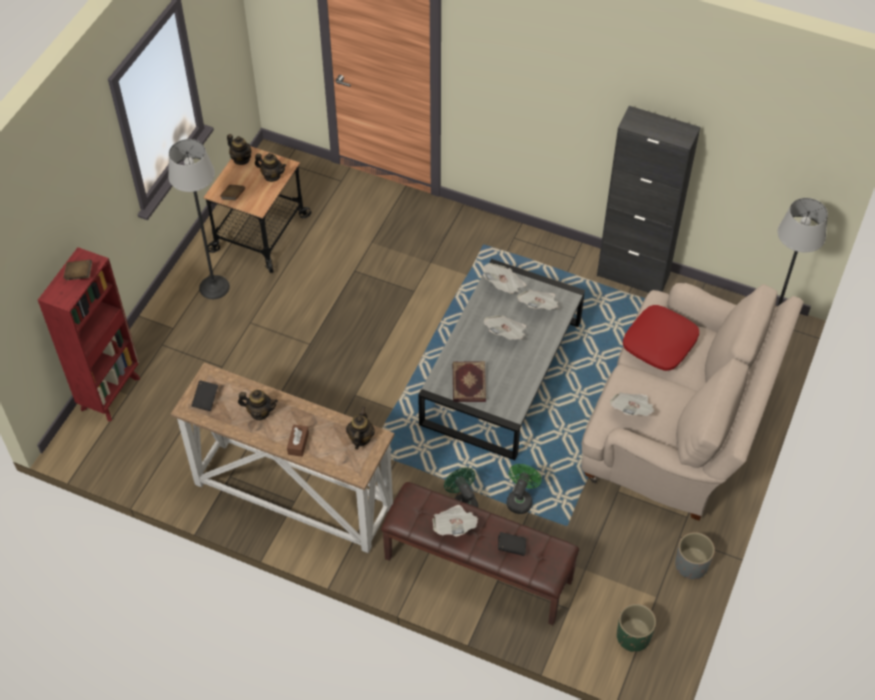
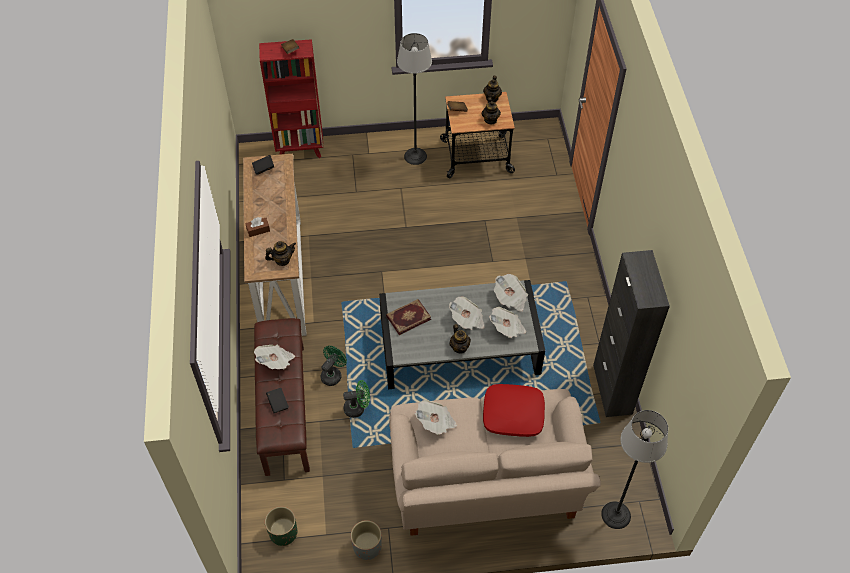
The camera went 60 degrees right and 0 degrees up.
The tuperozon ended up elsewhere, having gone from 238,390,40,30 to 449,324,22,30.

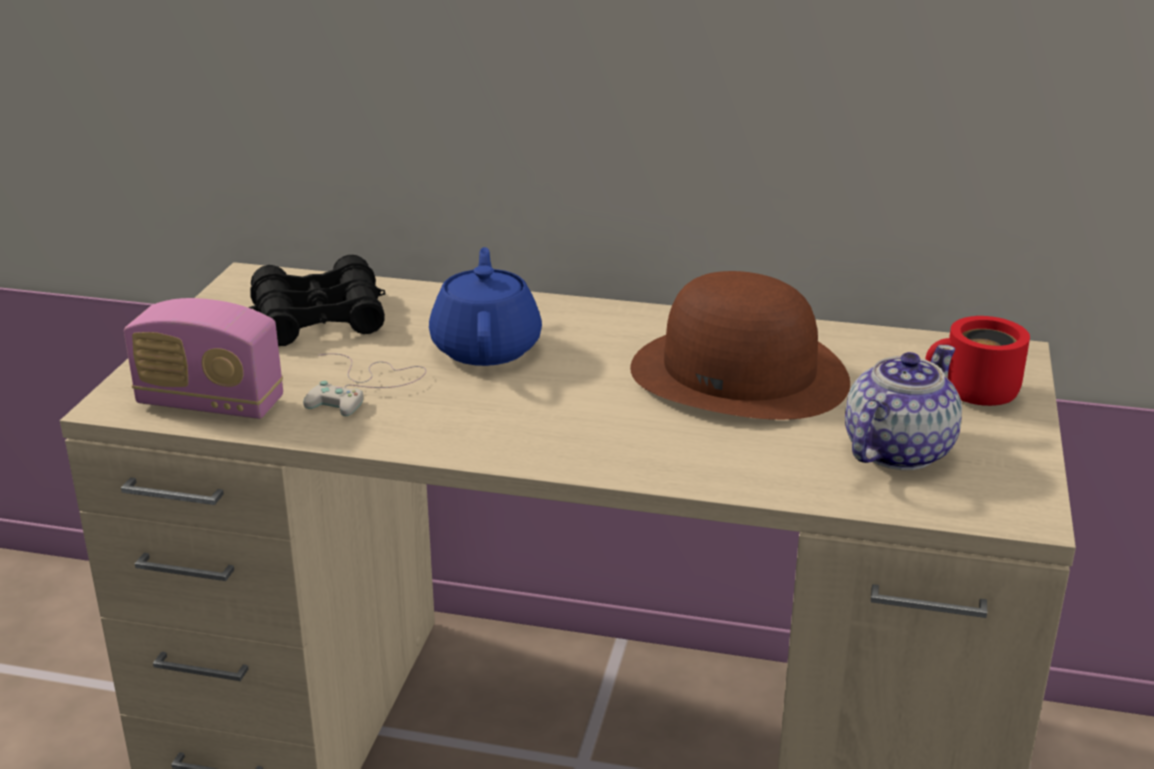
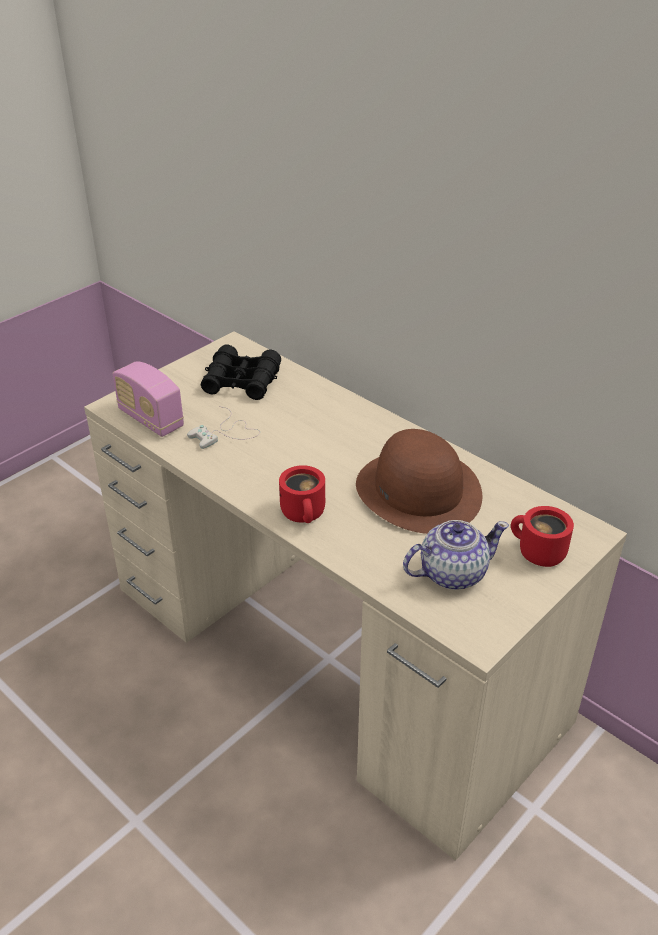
The camera went 30 degrees right and 10 degrees up.
The second view lost the tuperozon (blue) at 429,247,113,119.
The second view gained the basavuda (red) at 279,465,46,58.

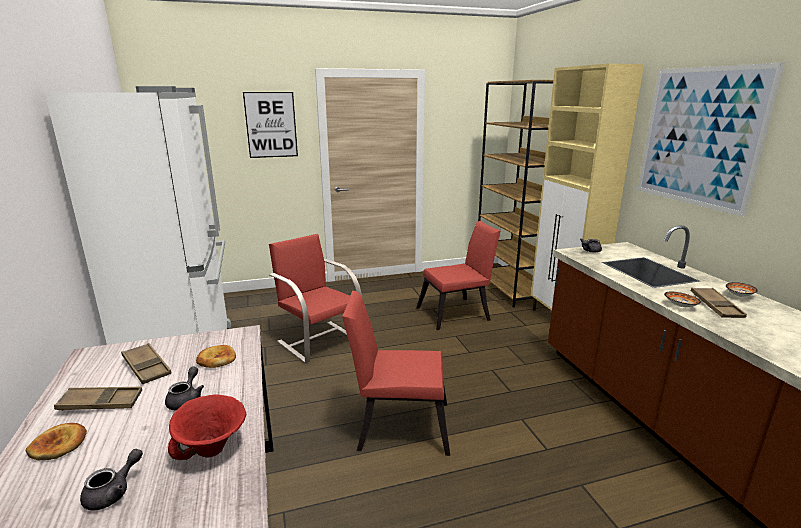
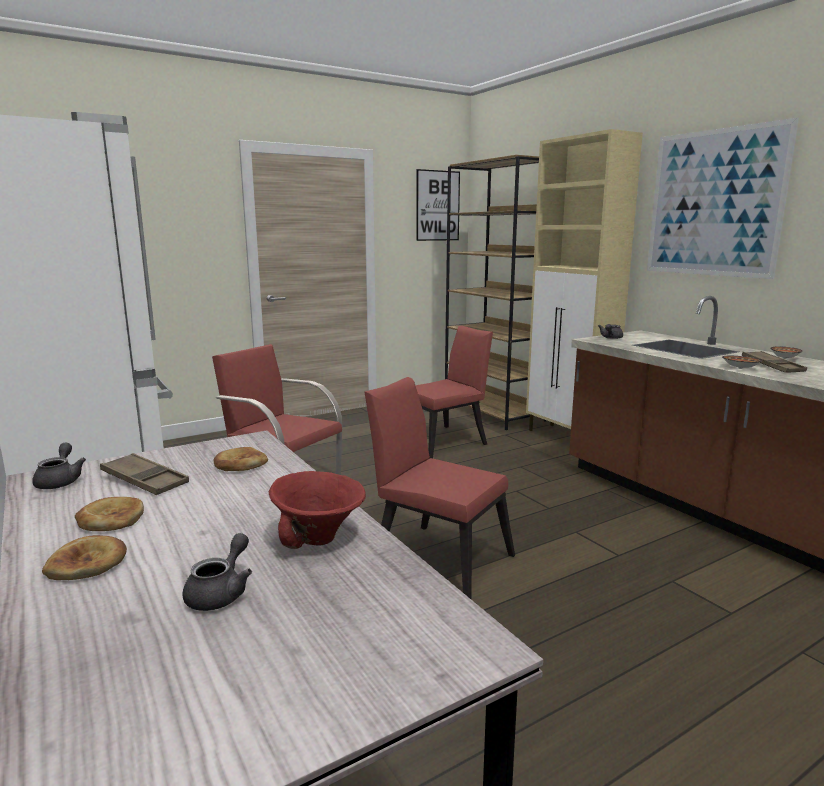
The camera went 15 degrees left and 5 degrees down.
The tuperozon (grey) ended up elsewhere, having gone from 165,367,39,43 to 32,443,54,46.
The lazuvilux ended up elsewhere, having gone from 243,92,55,66 to 416,169,44,72.
Where the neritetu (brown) stood at 54,387,88,24, the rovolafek came to stand at 75,497,69,34.
The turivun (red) at 342,291,108,165 ended up facing another way, 45 degrees clockwise from before.

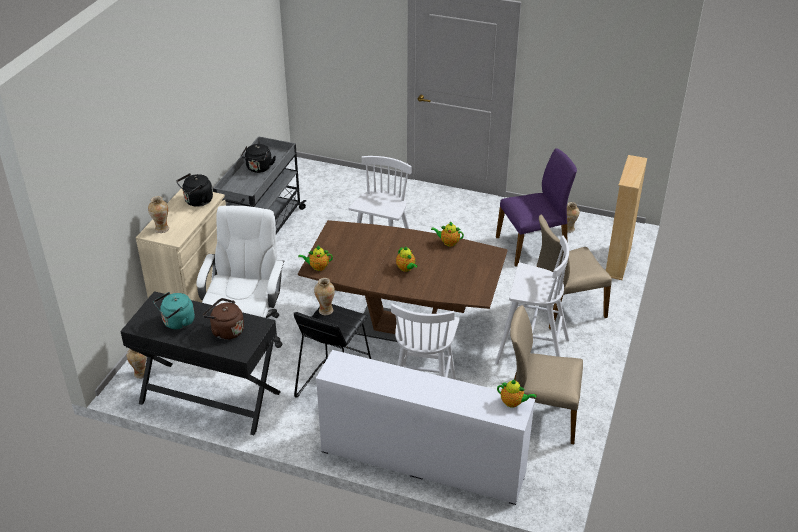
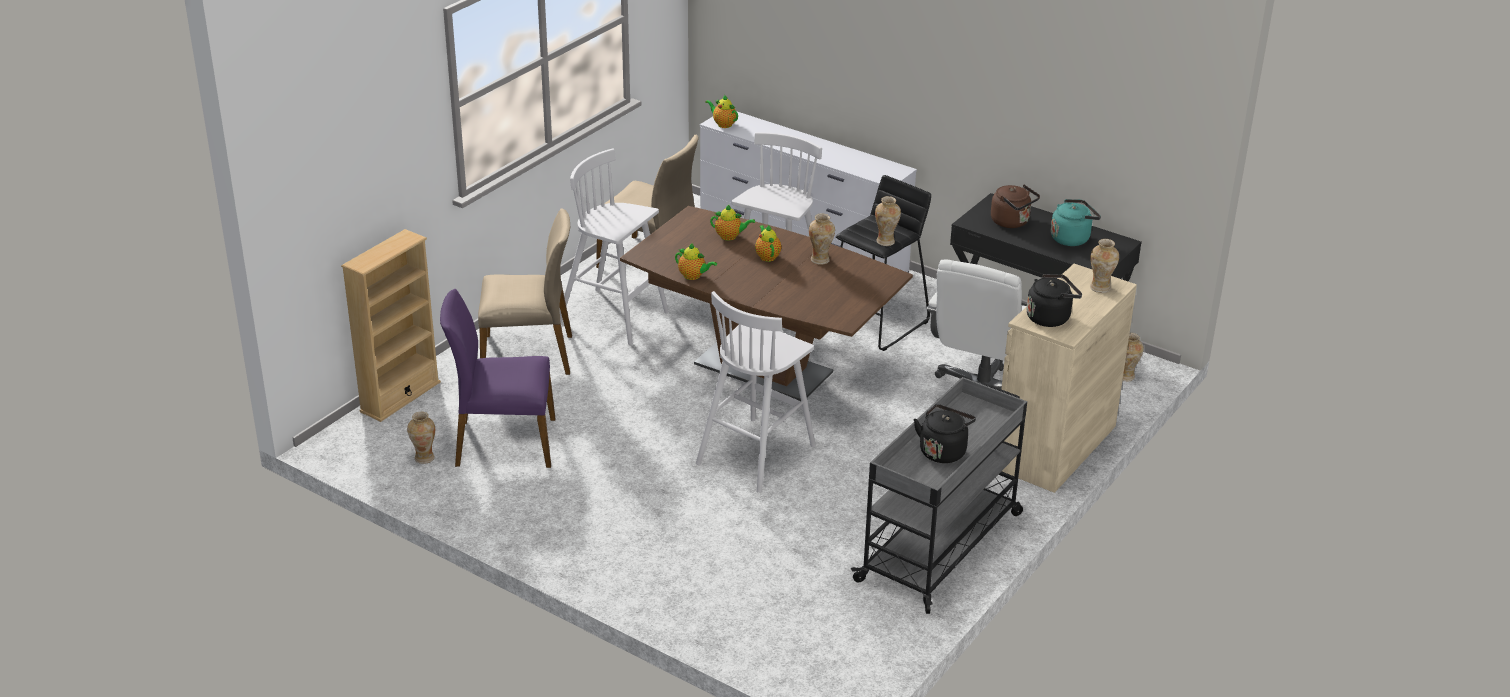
The camera went 165 degrees left and 5 degrees down.
The second view gained the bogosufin at 809,213,26,52.
The tuperozon ended up elsewhere, having gone from 298,245,35,26 to 710,205,45,36.

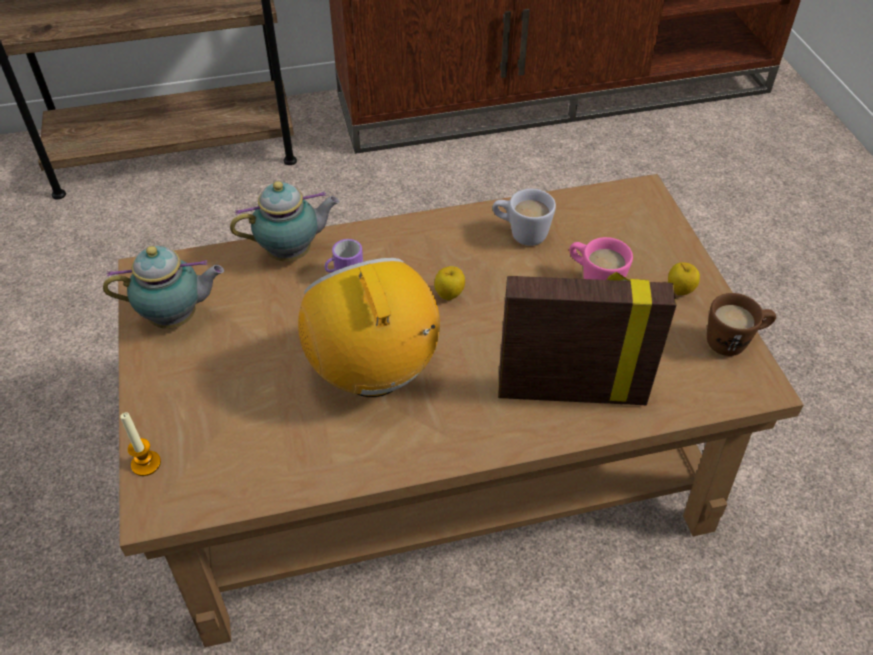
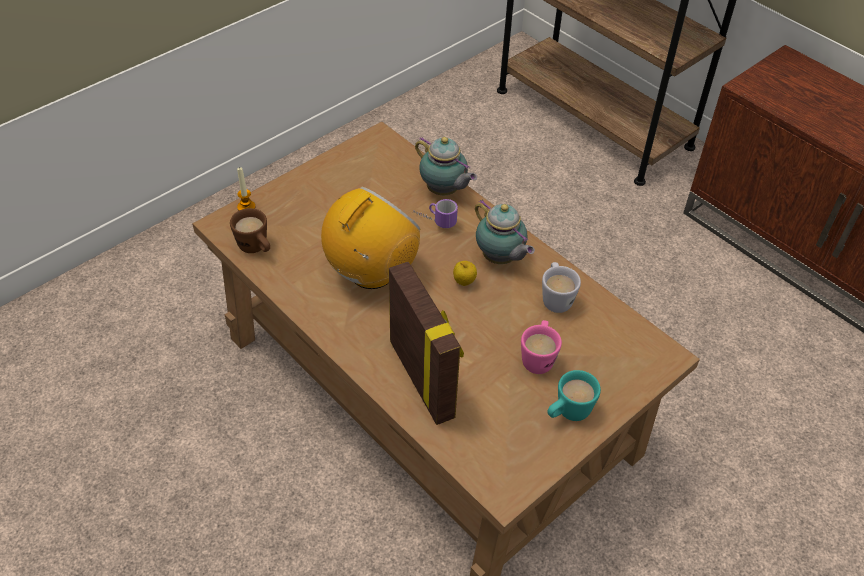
The camera went 60 degrees right and 0 degrees up.
The tuperozon ended up elsewhere, having gone from 103,246,121,83 to 475,199,60,65.
The basavuda (brown) ended up elsewhere, having gone from 707,293,69,63 to 230,208,40,45.
Where the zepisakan stood at 668,262,32,33, the basavuda (turquoise) came to stand at 547,370,54,51.

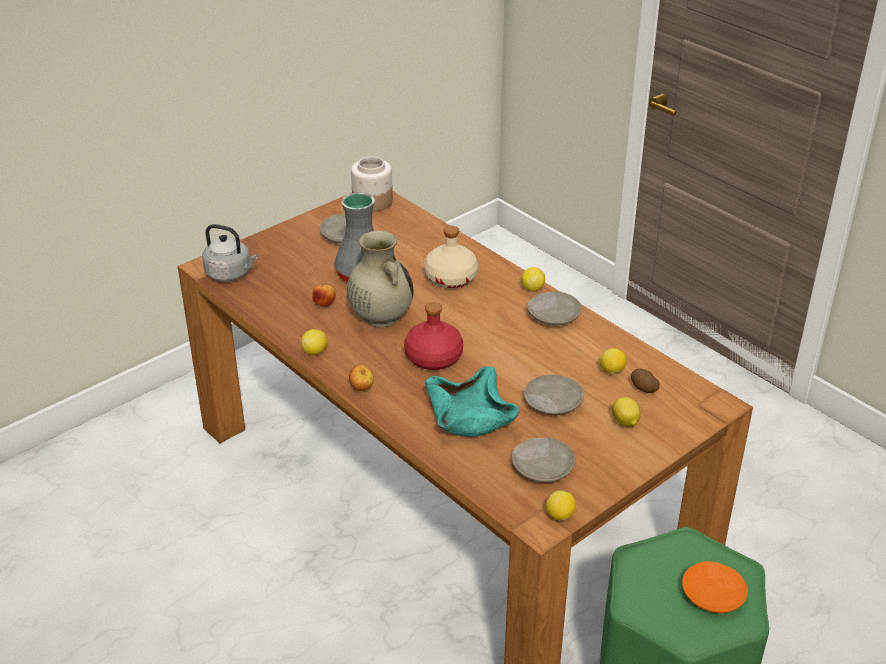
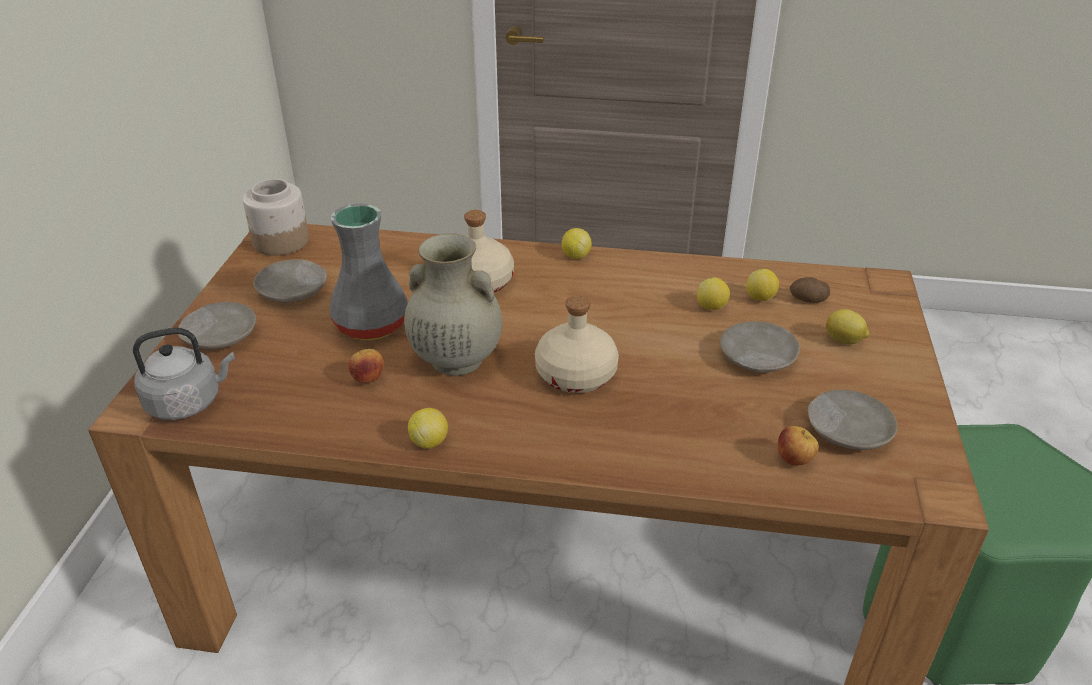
The camera went 40 degrees left and 0 degrees up.
The second view lost the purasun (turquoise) at 425,366,94,71.
The second view lost the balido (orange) at 682,561,66,52.
The zepisakan ended up elsewhere, having gone from 349,364,25,27 to 778,426,41,39.
The balido (beige) ended up elsewhere, having gone from 527,291,54,34 to 178,302,78,47.
The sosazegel ended up elsewhere, having gone from 546,491,30,30 to 697,277,33,33.
What was the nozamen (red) at 404,302,59,68 turned into the nozamen (beige) at 535,295,84,98.

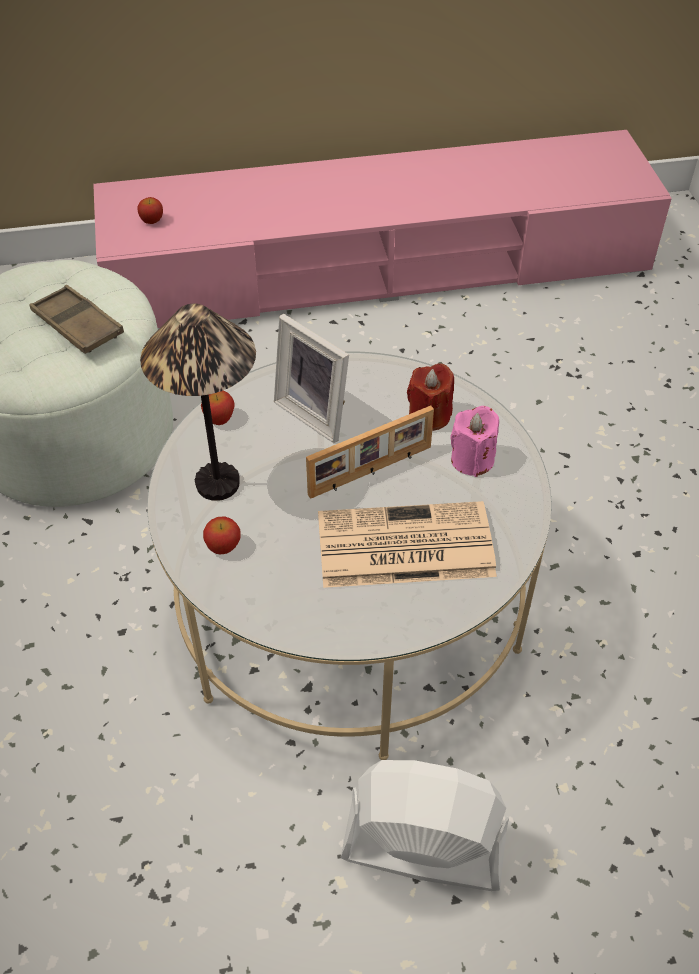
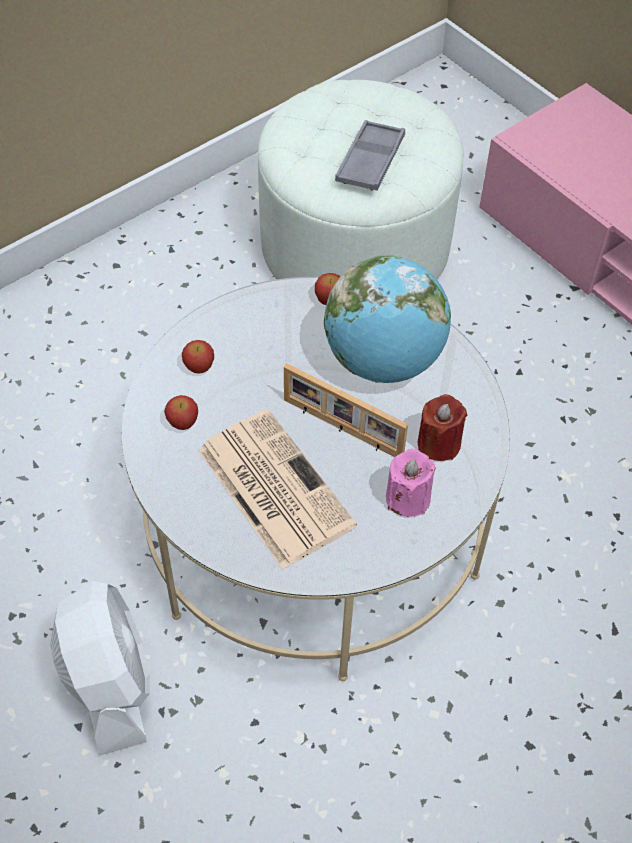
The camera went 60 degrees right and 5 degrees up.
The second view lost the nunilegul at 140,304,116,197.
The zepisakan ended up elsewhere, having gone from 137,197,26,27 to 164,395,34,35.
Where the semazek stood at 274,314,75,129, the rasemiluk came to stand at 324,256,127,127.
What was the neritetu (brown) at 29,285,95,69 turned into the neritetu (grey) at 335,120,70,71.

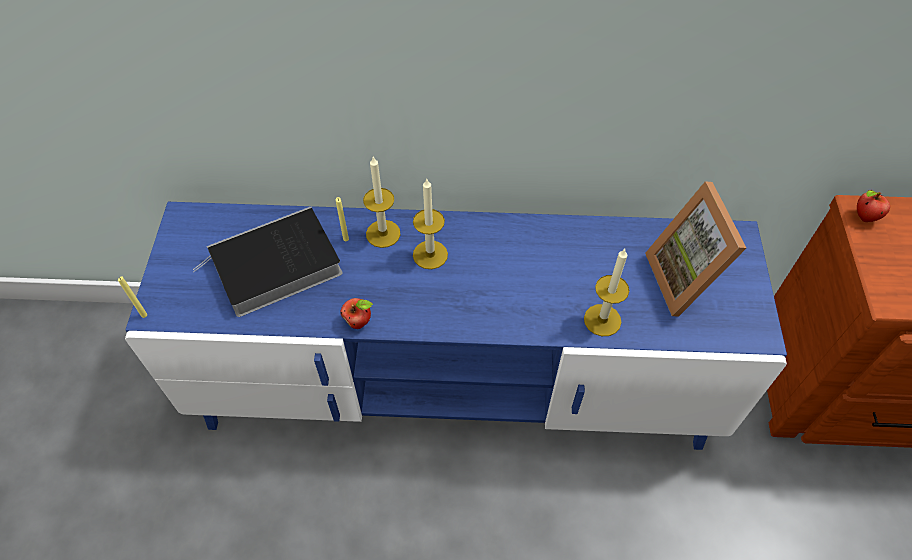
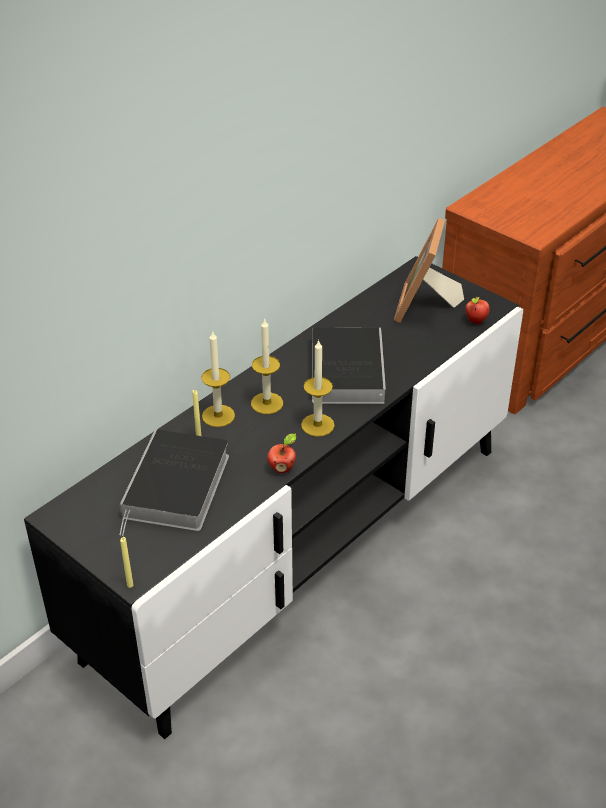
The camera went 50 degrees left and 15 degrees down.
The second view gained the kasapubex at 312,328,74,76.
The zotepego ended up elsewhere, having gone from 584,249,45,87 to 301,339,34,98.
The zepisakan ended up elsewhere, having gone from 857,190,33,32 to 466,297,24,27.
What was the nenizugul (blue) at 125,202,662,248 turned into the nenizugul (black) at 24,256,499,483.
The semazek at 645,181,101,135 ended up facing another way, 75 degrees clockwise from before.

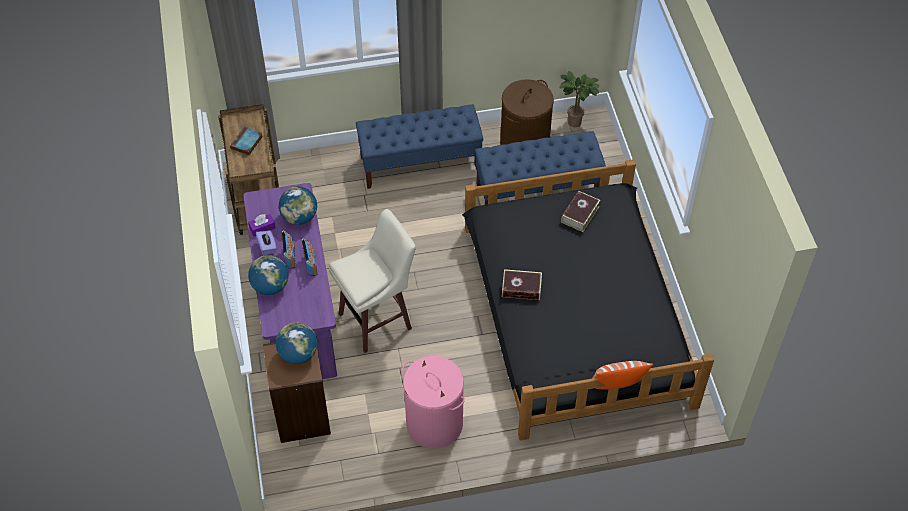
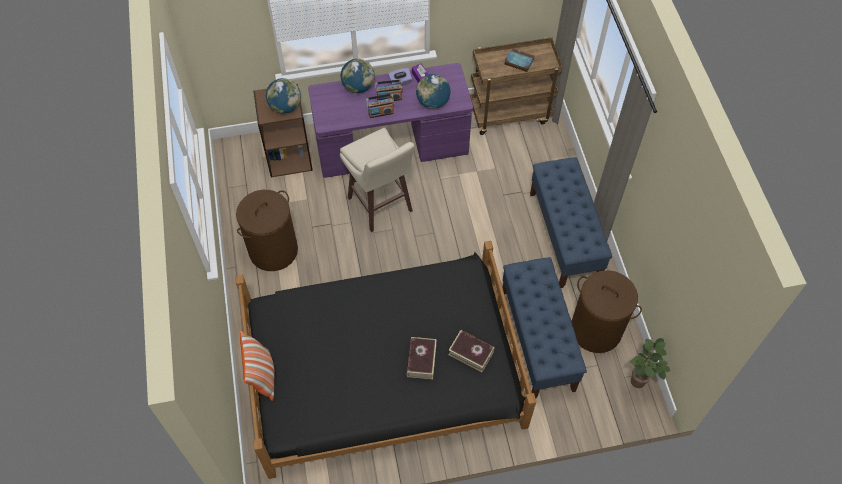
The camera went 90 degrees right and 5 degrees up.
The kasapubex ended up elsewhere, having gone from 502,269,40,31 to 407,337,30,42.
What was the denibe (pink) at 402,356,63,92 turned into the denibe (brown) at 236,190,62,81.

